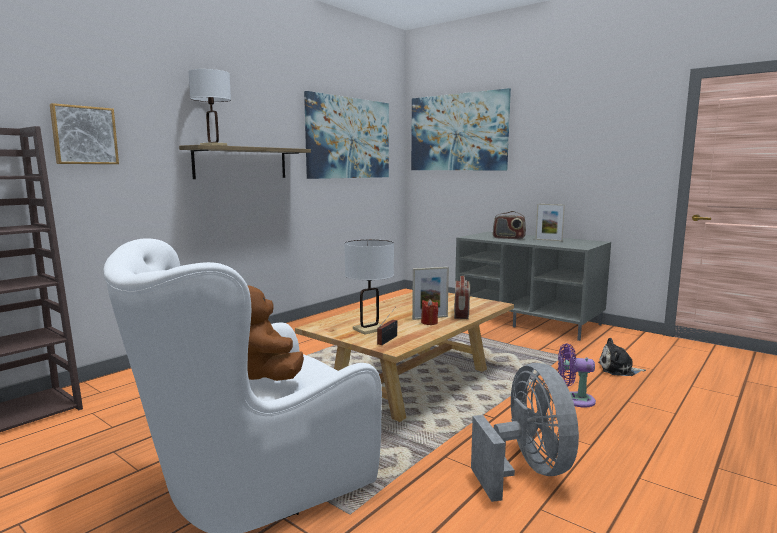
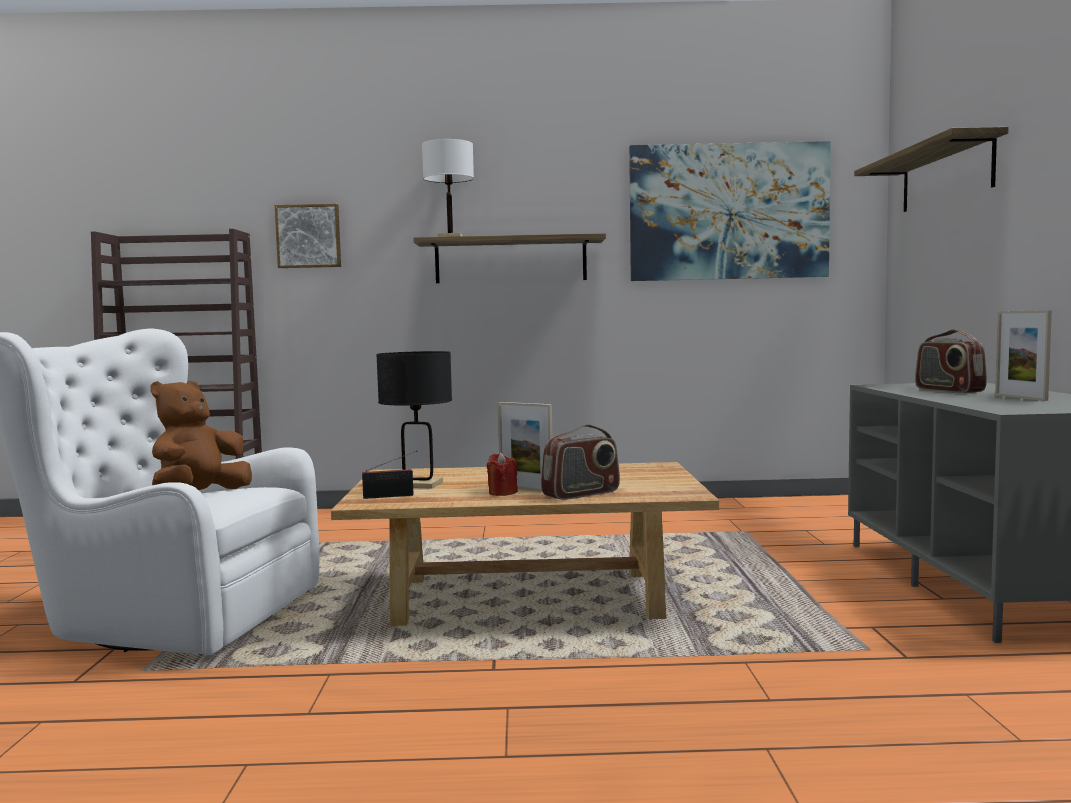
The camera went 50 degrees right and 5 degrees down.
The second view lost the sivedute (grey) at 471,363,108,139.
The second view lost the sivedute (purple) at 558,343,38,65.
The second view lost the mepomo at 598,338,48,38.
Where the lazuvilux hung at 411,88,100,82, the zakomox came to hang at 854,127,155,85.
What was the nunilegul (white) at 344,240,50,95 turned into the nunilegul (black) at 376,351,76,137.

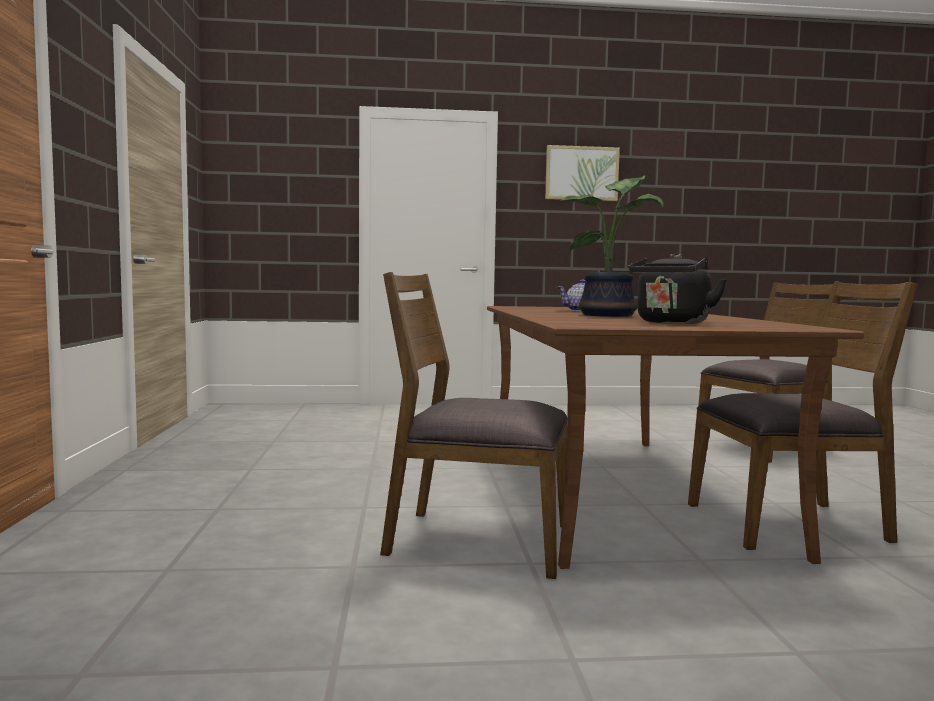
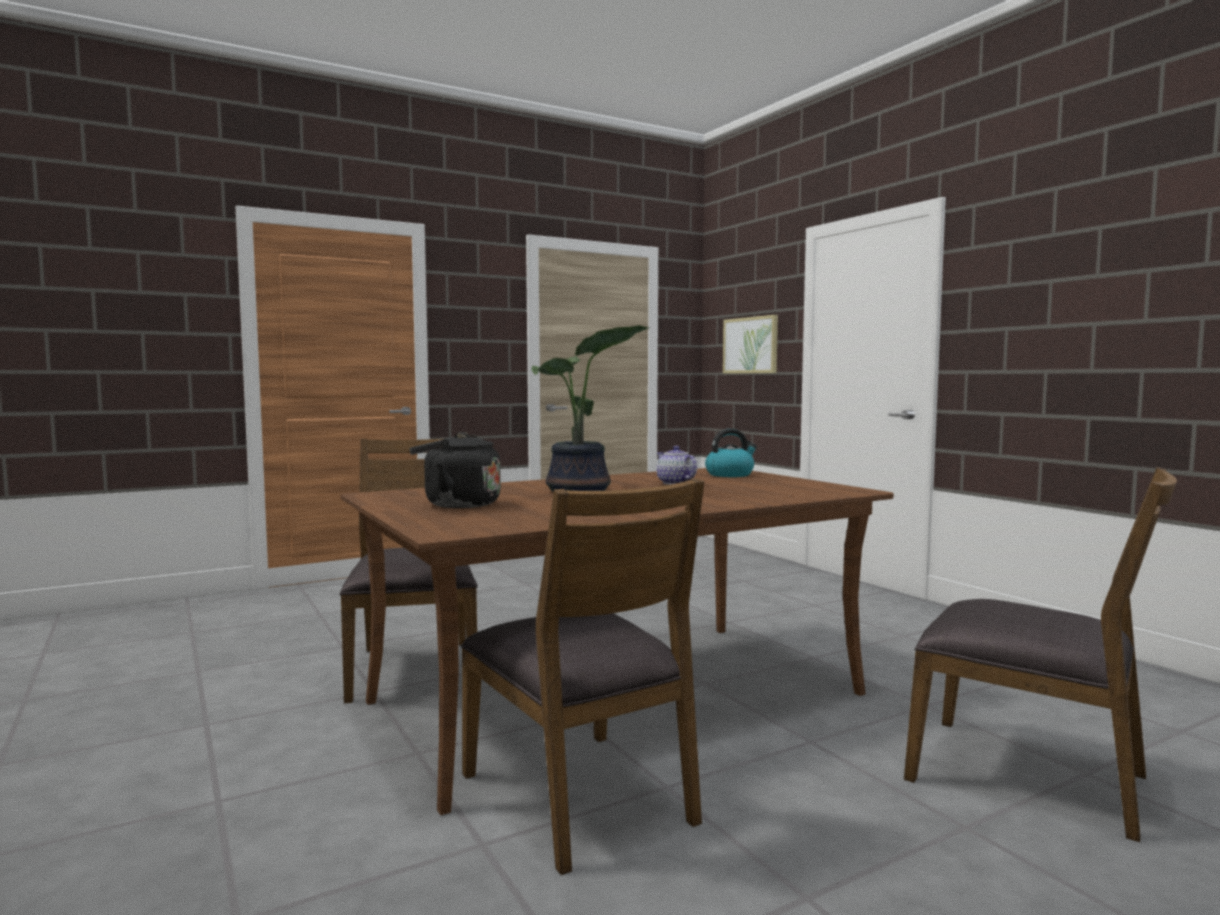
The camera went 65 degrees right and 0 degrees up.
The second view gained the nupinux at 705,429,52,48.
The lazuvilux ended up elsewhere, having gone from 545,145,75,56 to 723,315,55,59.

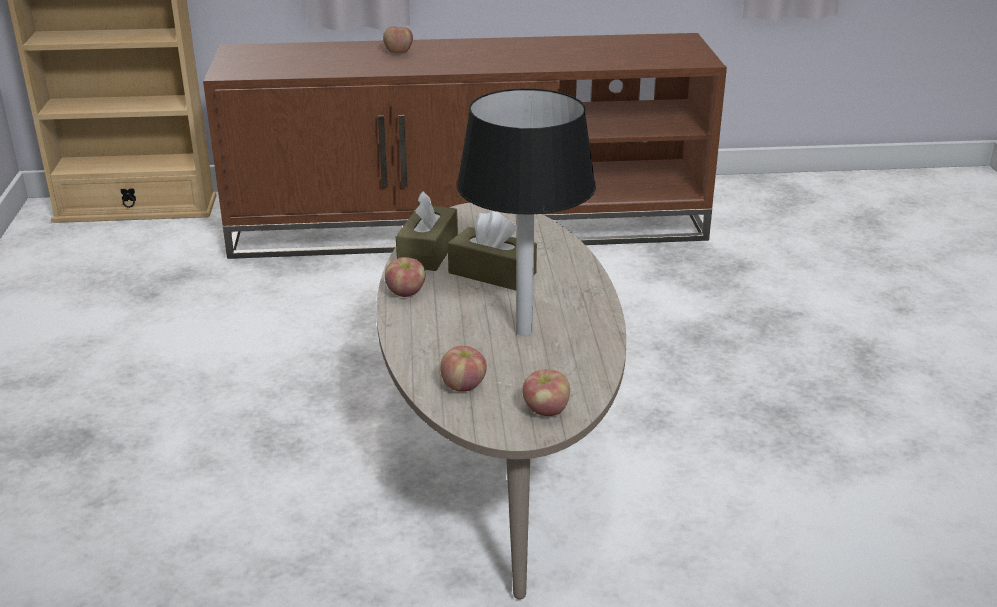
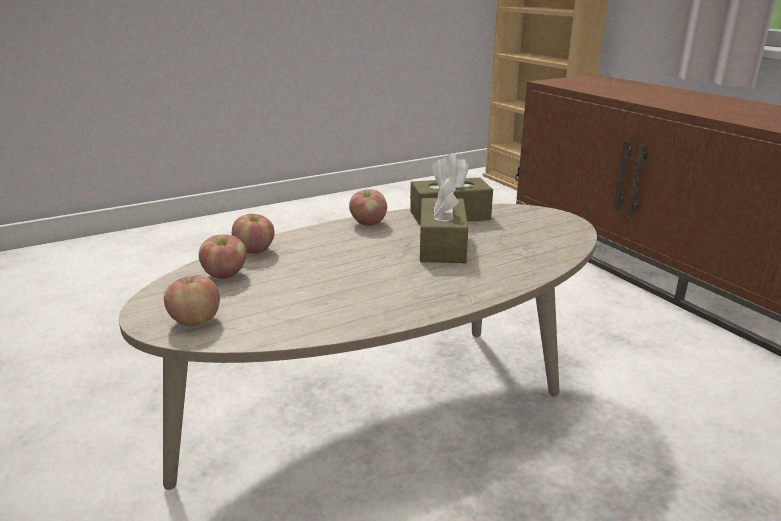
The camera went 65 degrees right and 5 degrees down.
The second view lost the nunilegul (black) at 457,88,139,248.
The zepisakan ended up elsewhere, having gone from 383,26,30,27 to 232,214,42,40.

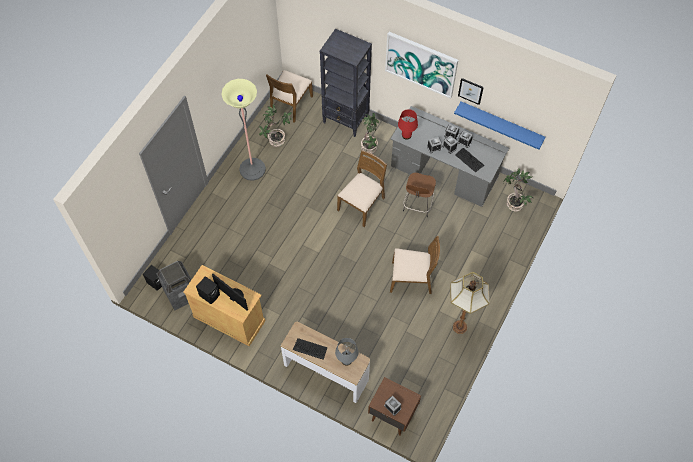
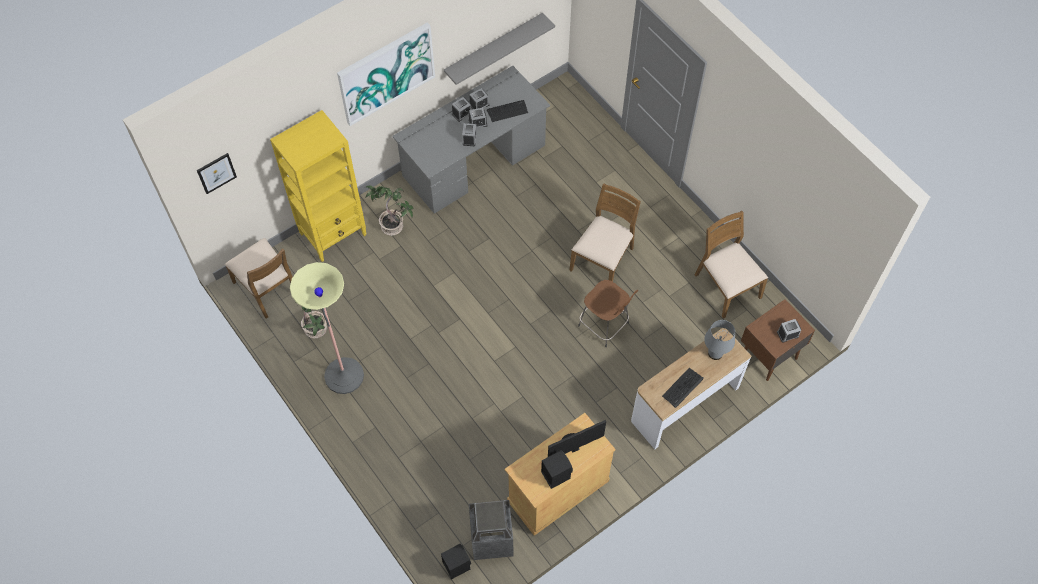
The camera went 65 degrees left and 0 degrees up.
The second view lost the nunilegul (red) at 398,109,20,31.
The second view lost the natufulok at 450,272,39,62.
The second view lost the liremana at 504,168,29,44.
The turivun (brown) ended up elsewhere, having gone from 337,150,50,77 to 694,211,74,108.
The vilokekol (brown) ended up elsewhere, having gone from 403,173,33,44 to 578,280,60,67.
The lazuvilux ended up elsewhere, having gone from 458,78,26,27 to 197,153,40,41.
What was the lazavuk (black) at 320,29,52,108 turned into the lazavuk (yellow) at 270,110,97,152.
What was the zakomox (blue) at 454,101,92,49 turned into the zakomox (grey) at 444,13,111,72.

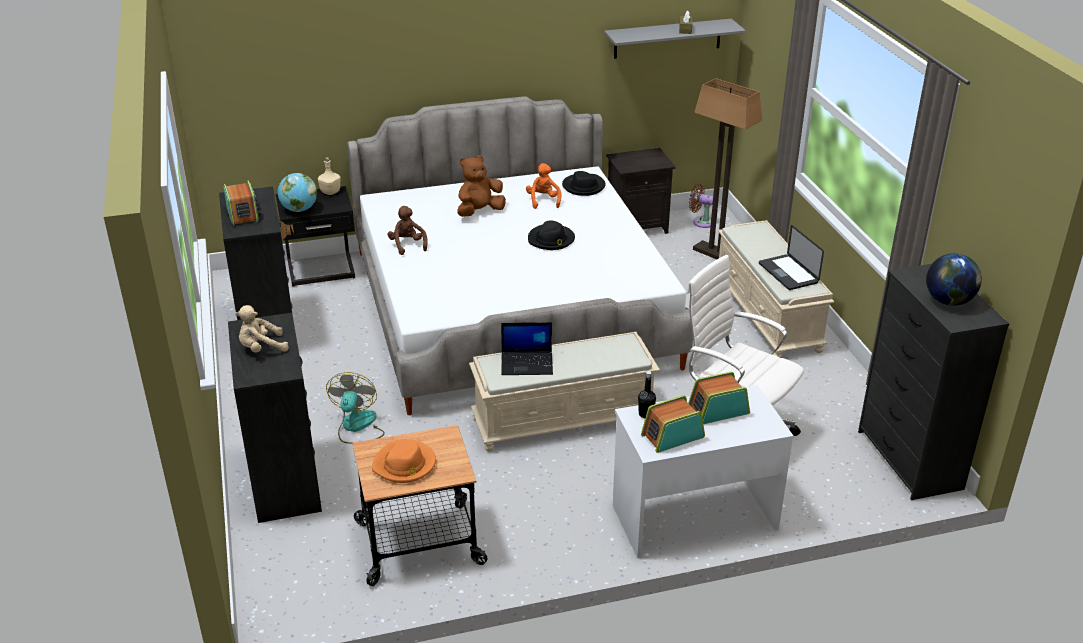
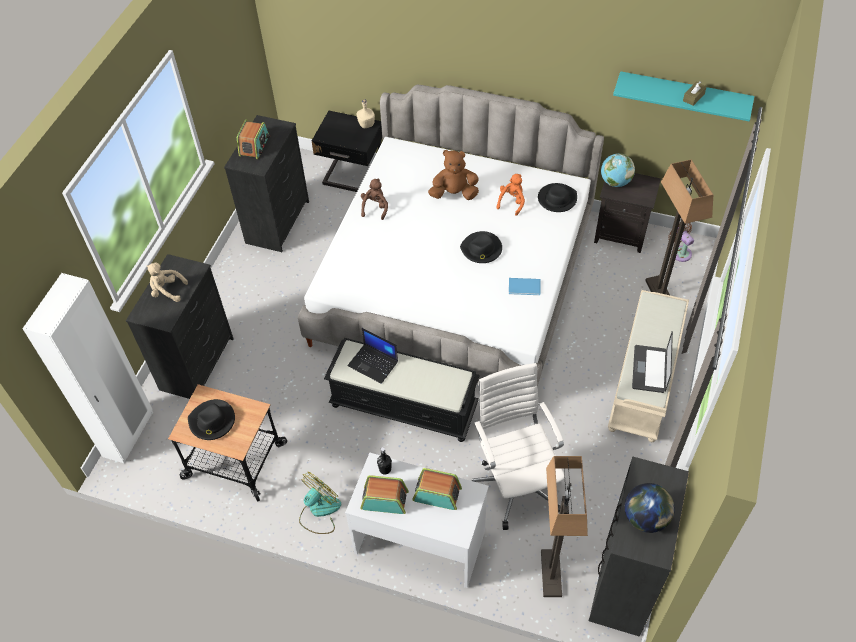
The camera went 35 degrees right and 20 degrees up.
The second view gained the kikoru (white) at 22,273,131,191.
The second view gained the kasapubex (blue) at 509,278,31,17.
The second view gained the natufulok at 541,456,47,141.
The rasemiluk ended up elsewhere, having gone from 278,173,39,39 to 601,153,34,34.
The sivedute ended up elsewhere, having gone from 326,372,59,72 to 299,472,42,62.
What was the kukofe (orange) at 372,439,64,44 turned into the kukofe (black) at 188,399,47,41.
What was the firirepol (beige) at 469,332,191,120 turned into the firirepol (black) at 324,338,156,104.
What was the zakomox (grey) at 604,19,142,40 turned into the zakomox (turquoise) at 613,71,141,50.

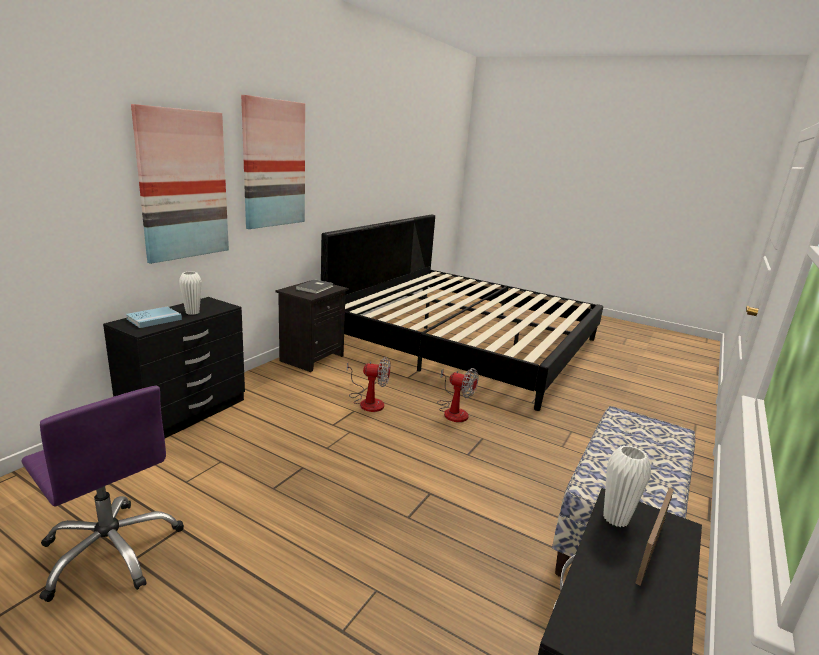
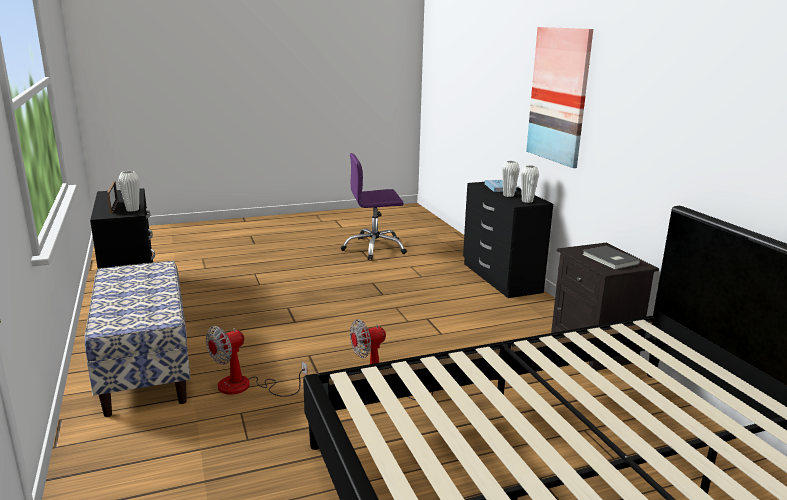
The camera went 130 degrees right and 0 degrees up.
The second view lost the lazuvilux at 241,95,64,134.
The second view gained the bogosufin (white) at 521,165,18,38.
The sivedute ended up elsewhere, having gone from 347,357,44,55 to 206,326,101,71.

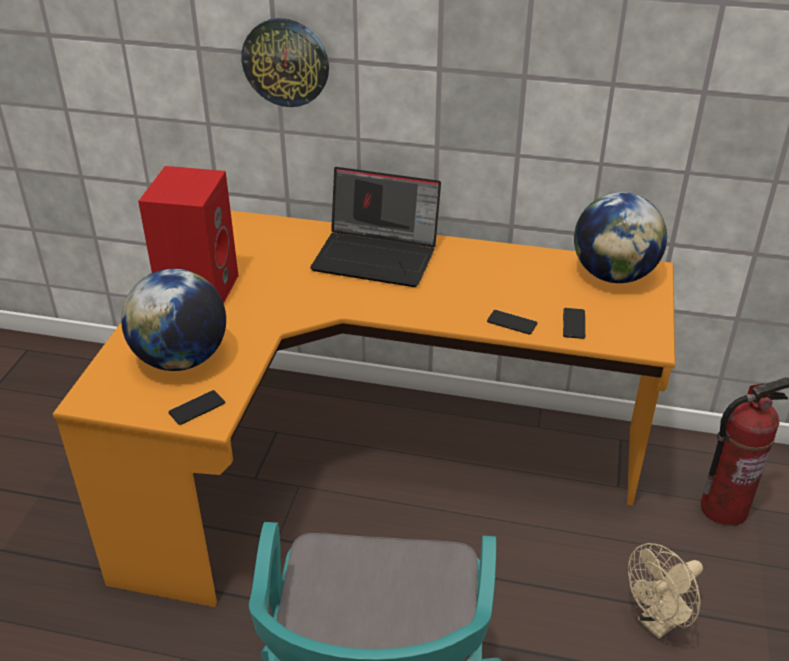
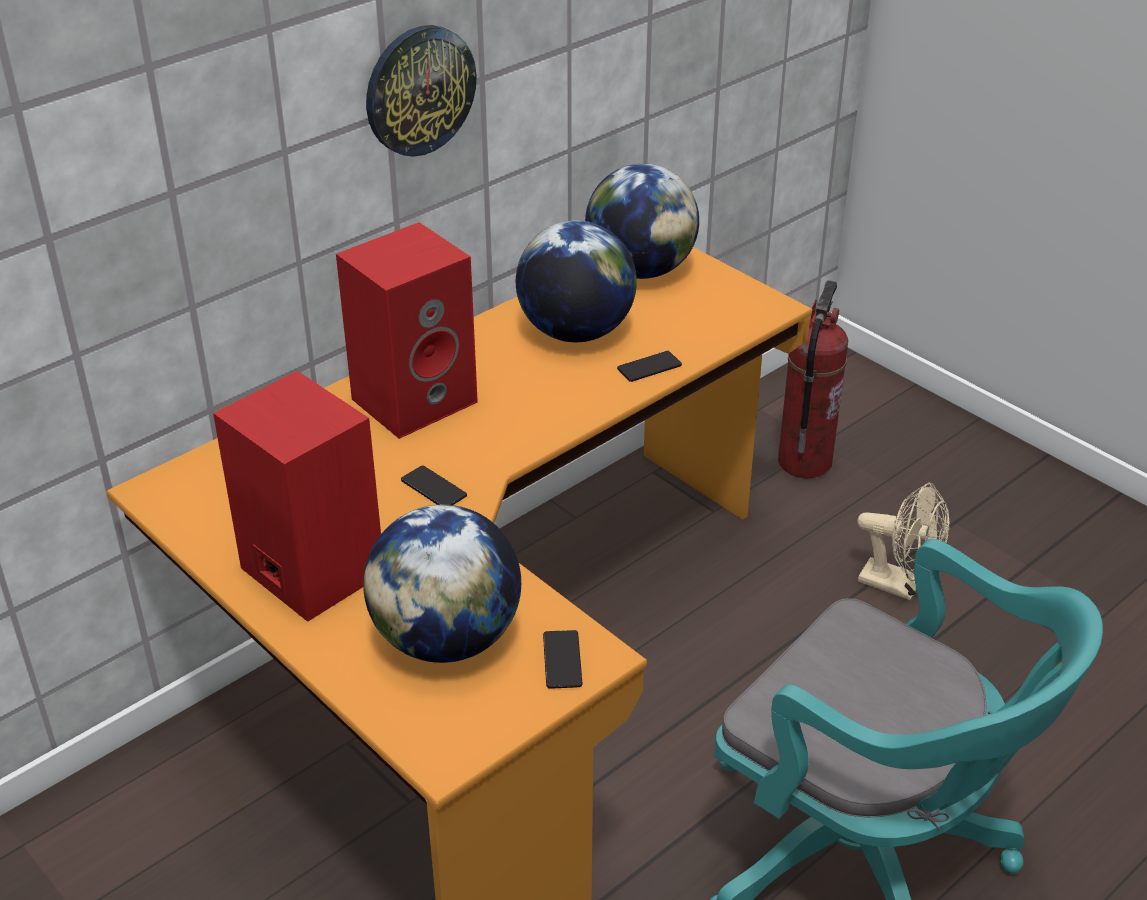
The camera went 55 degrees left and 0 degrees up.
The second view gained the rasemiluk at 516,221,121,121.
The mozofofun ended up elsewhere, having gone from 241,18,88,89 to 366,25,111,132.
The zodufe ended up elsewhere, having gone from 563,308,22,31 to 401,465,66,40.
Where the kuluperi stood at 310,167,131,120, the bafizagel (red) came to stand at 336,222,142,217.
The sivedute (beige) at 628,543,75,96 ended up facing another way, 60 degrees counterclockwise from before.

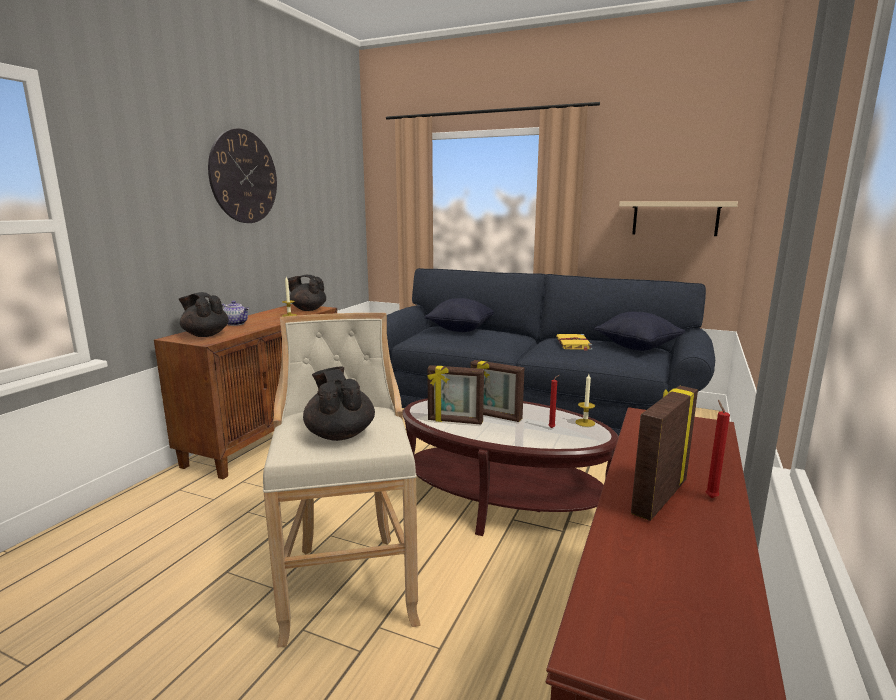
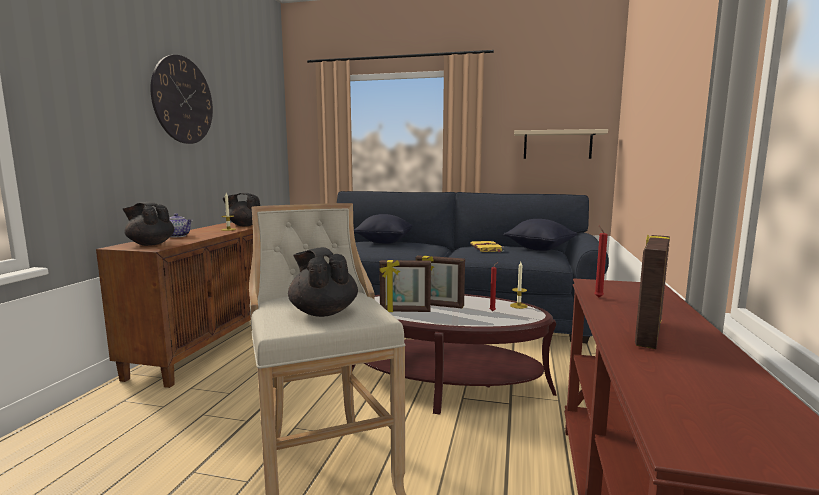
The camera went 10 degrees left and 5 degrees down.
The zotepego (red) ended up elsewhere, having gone from 706,400,24,98 to 594,226,14,72.

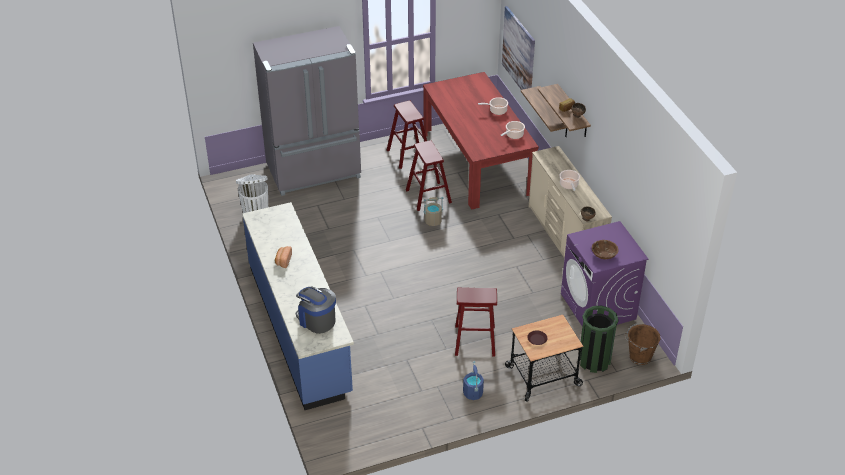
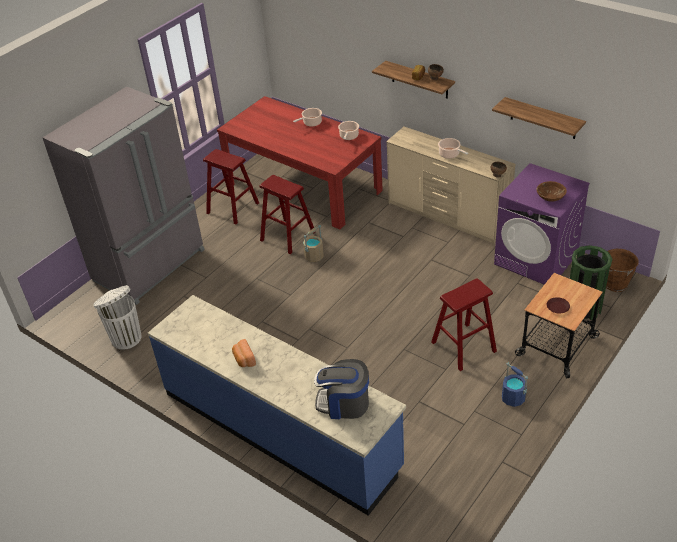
The camera went 30 degrees left and 0 degrees up.
The second view lost the lazuvilux at 502,6,33,84.
The zakomox ended up elsewhere, having gone from 521,86,46,51 to 492,97,94,42.

